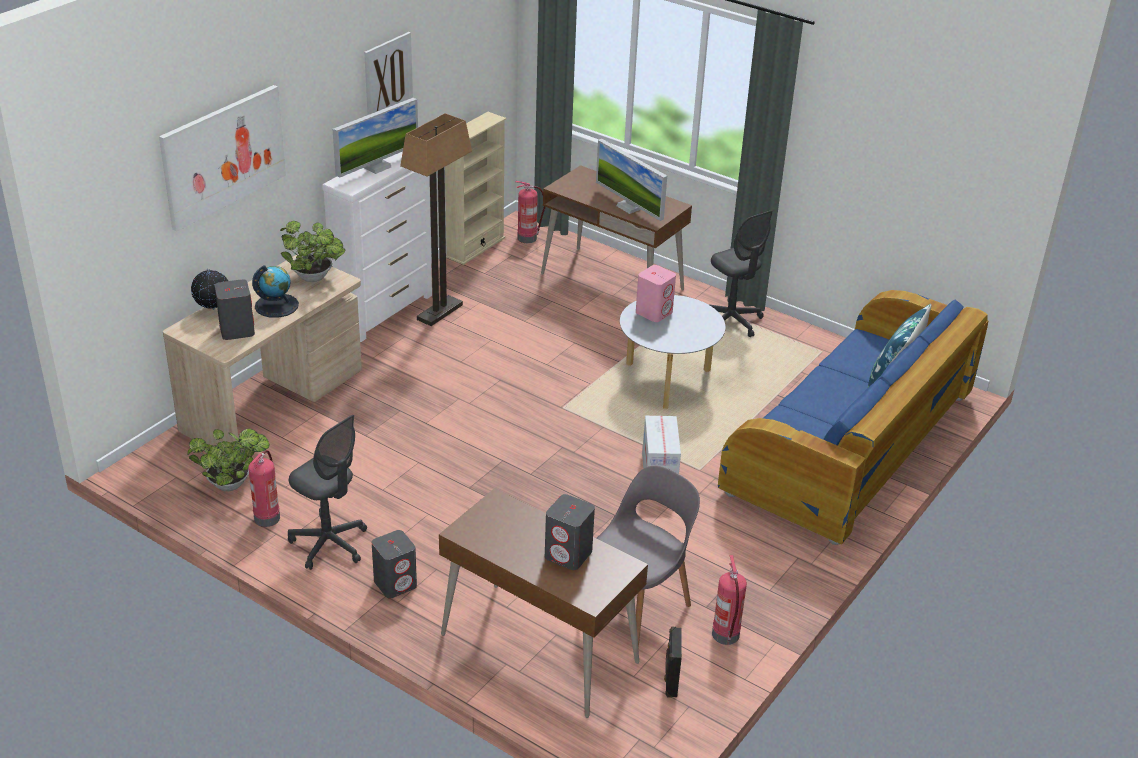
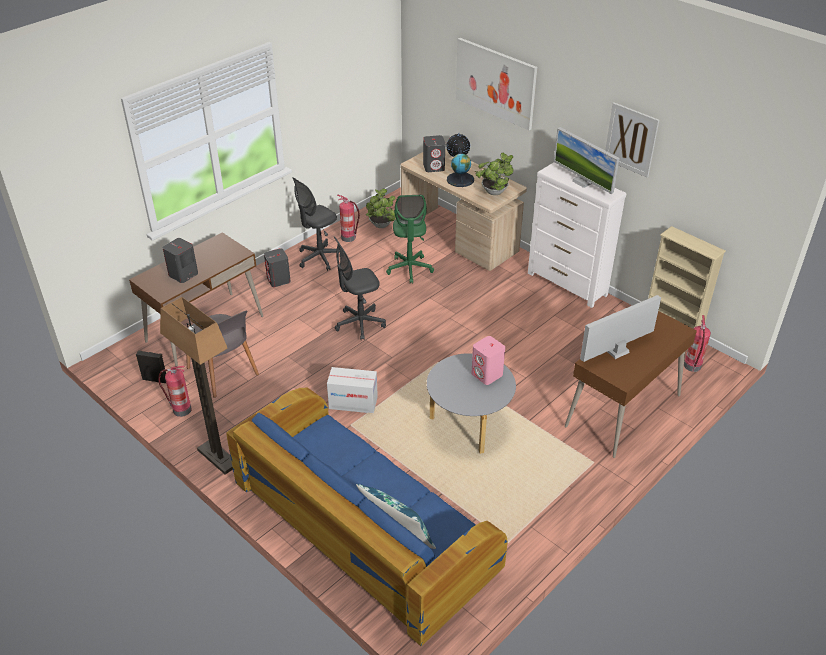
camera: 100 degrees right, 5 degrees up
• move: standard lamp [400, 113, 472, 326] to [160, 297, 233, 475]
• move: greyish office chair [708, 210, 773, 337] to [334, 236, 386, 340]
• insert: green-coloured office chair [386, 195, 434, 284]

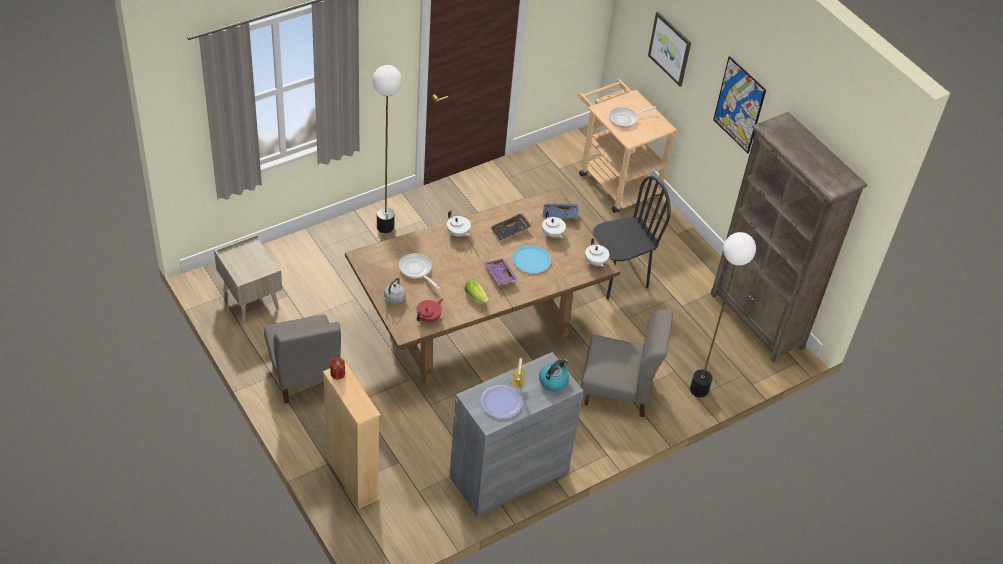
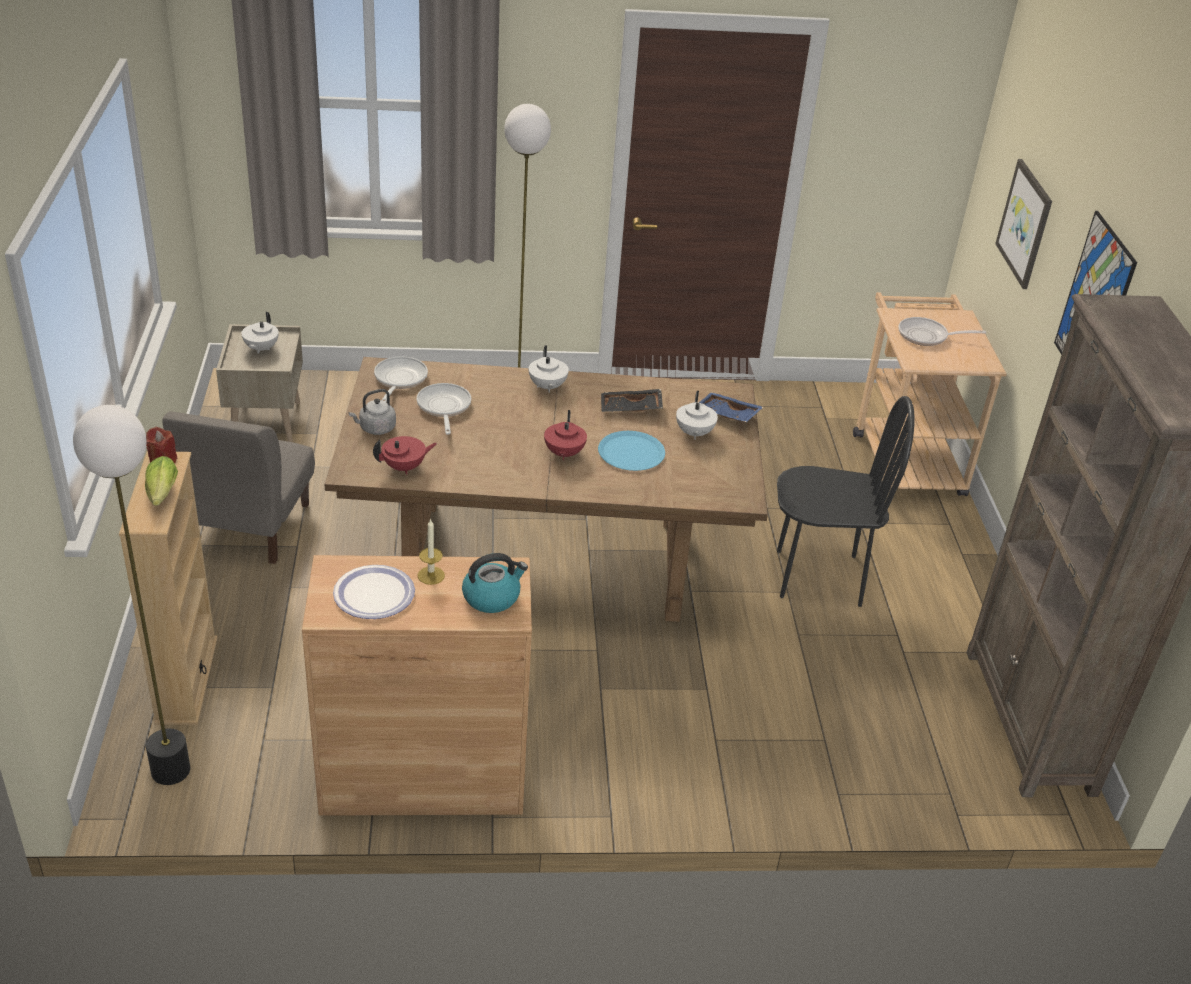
camera: 30 degrees right, 10 degrees down
• move: standard lamp [690, 232, 756, 397] to [73, 405, 190, 785]
• move: lettuce [464, 279, 489, 305] to [145, 456, 178, 506]
• move: white pot for tea [585, 238, 609, 267] to [241, 312, 279, 354]
• recolor: greyish cupboard [450, 352, 584, 517] to brownish cupboard [302, 555, 532, 816]
• insert: skillet [374, 356, 428, 402]
• replace: purplish tray [484, 258, 518, 285] to red-coloured pot for tea [544, 410, 587, 460]
• delete: greyish plain chair [580, 310, 674, 417]

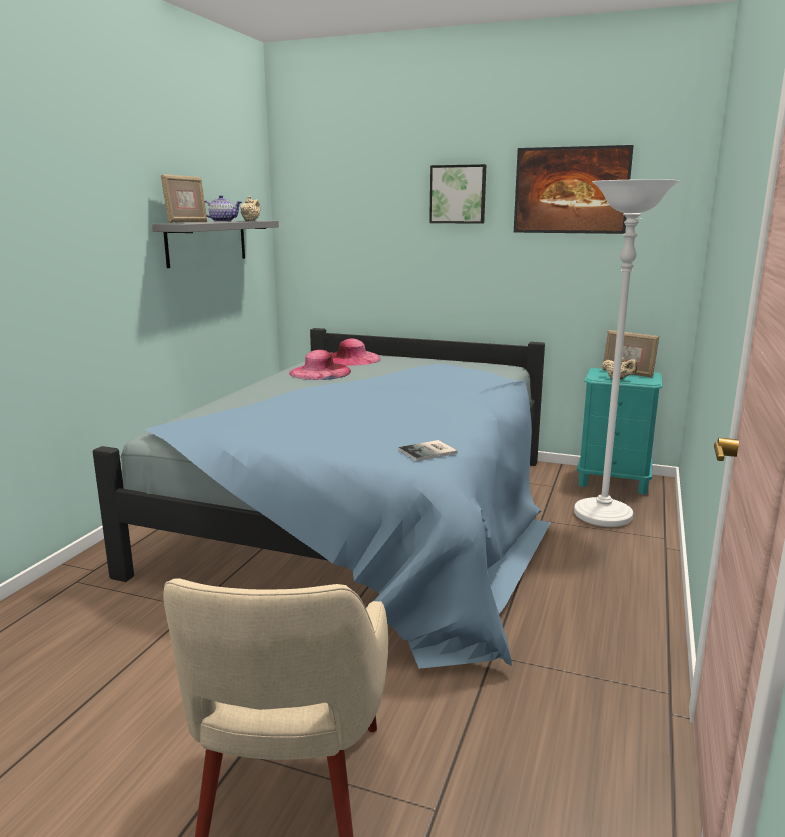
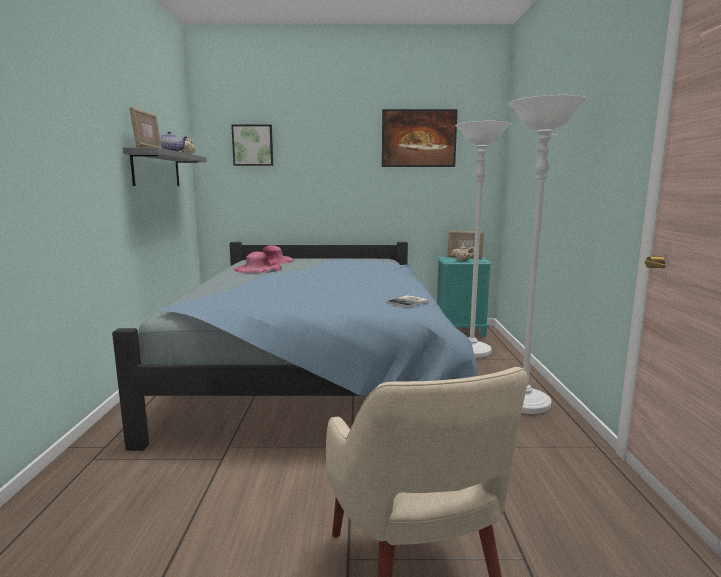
camera: 20 degrees left, 5 degrees down
• move: wall picture [429, 164, 486, 224] to [231, 125, 273, 166]
• insert: white standard lamp [508, 95, 588, 414]

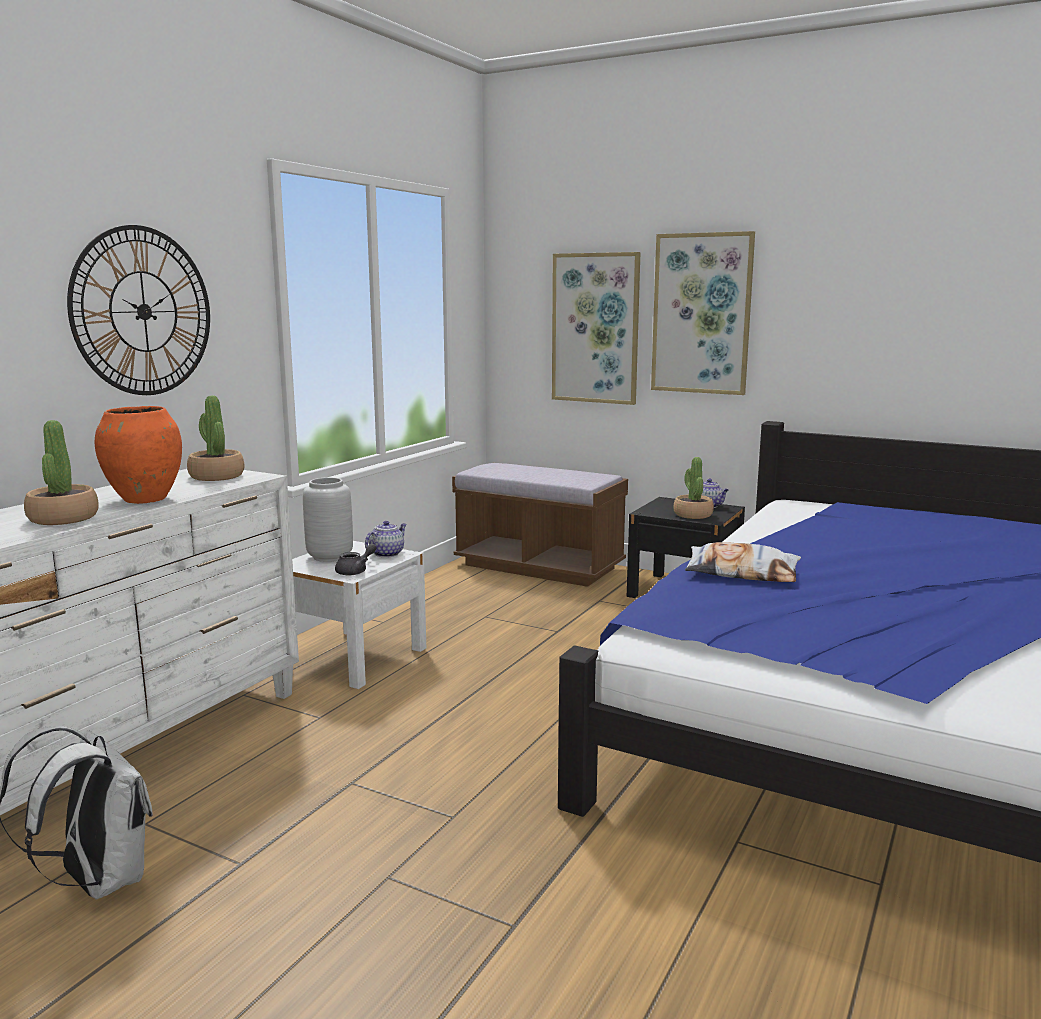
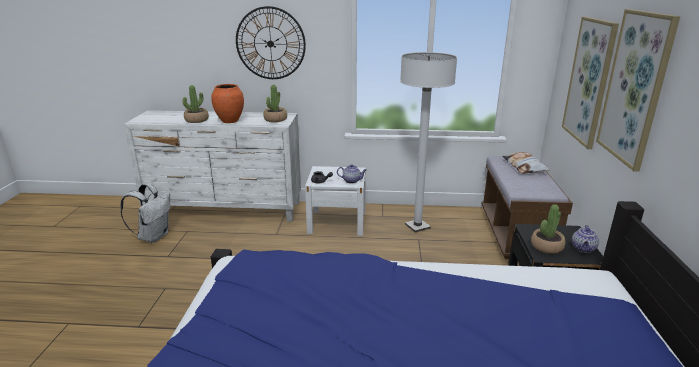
camera: 65 degrees right, 10 degrees up
• insert: white standard lamp [400, 52, 457, 232]
• move: pillow [685, 542, 801, 582] to [502, 152, 549, 174]
• delete: greyish flower vase [303, 477, 353, 562]

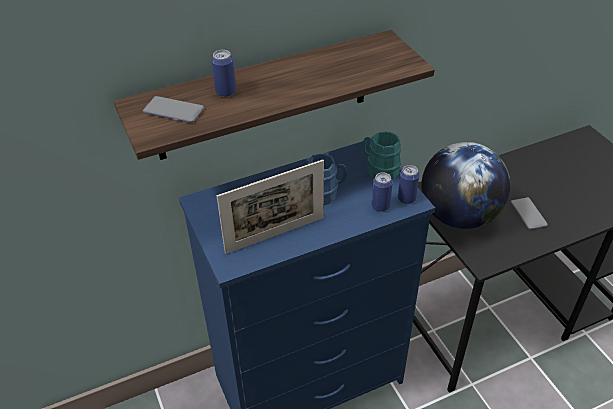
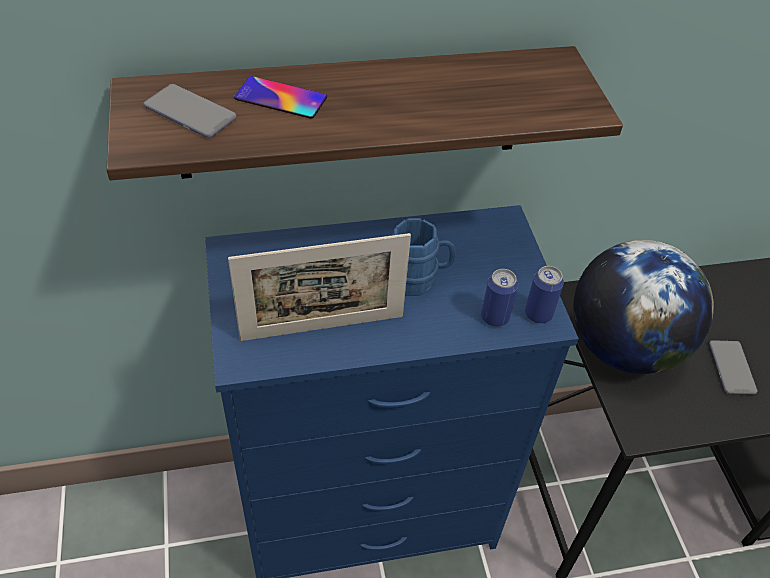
camera: 10 degrees right, 5 degrees up
• replace: sealed can [211, 50, 236, 97] to phone [234, 76, 327, 118]
• delete: blue-green tea mug [362, 131, 401, 179]

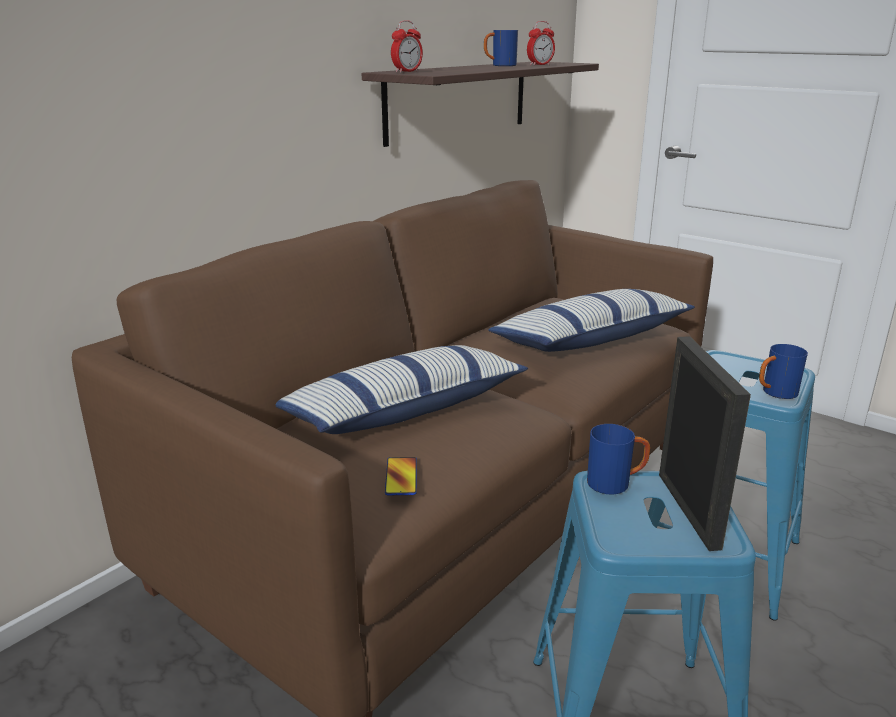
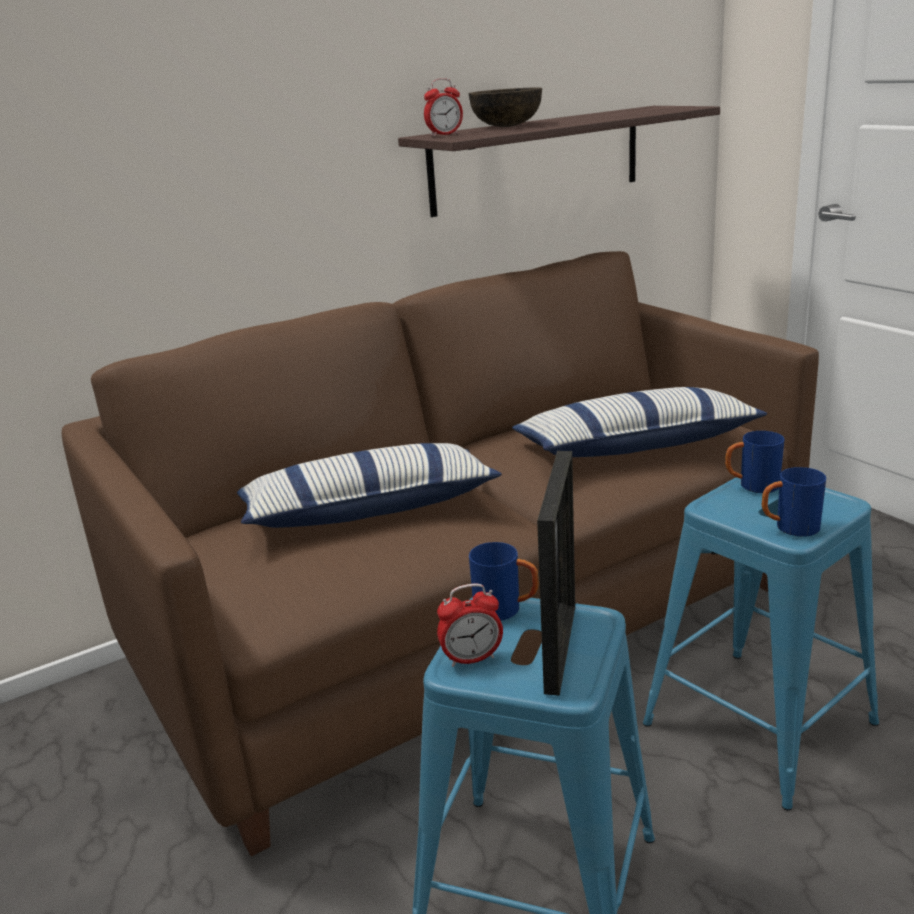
camera: 20 degrees right, 0 degrees up
• move: bedside clock [527, 21, 555, 65] to [437, 584, 503, 667]
• insert: brownish deep dish [469, 88, 542, 127]
• move: bluish tea mug [484, 30, 518, 66] to [725, 431, 784, 493]
• delete: phone [385, 457, 417, 495]

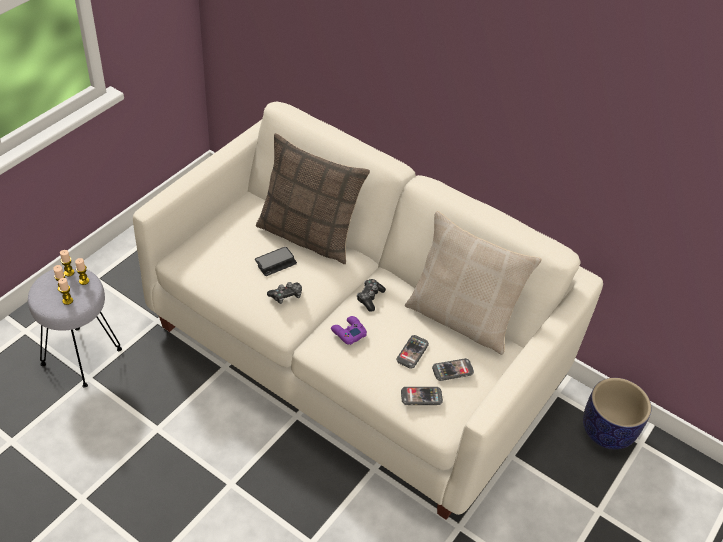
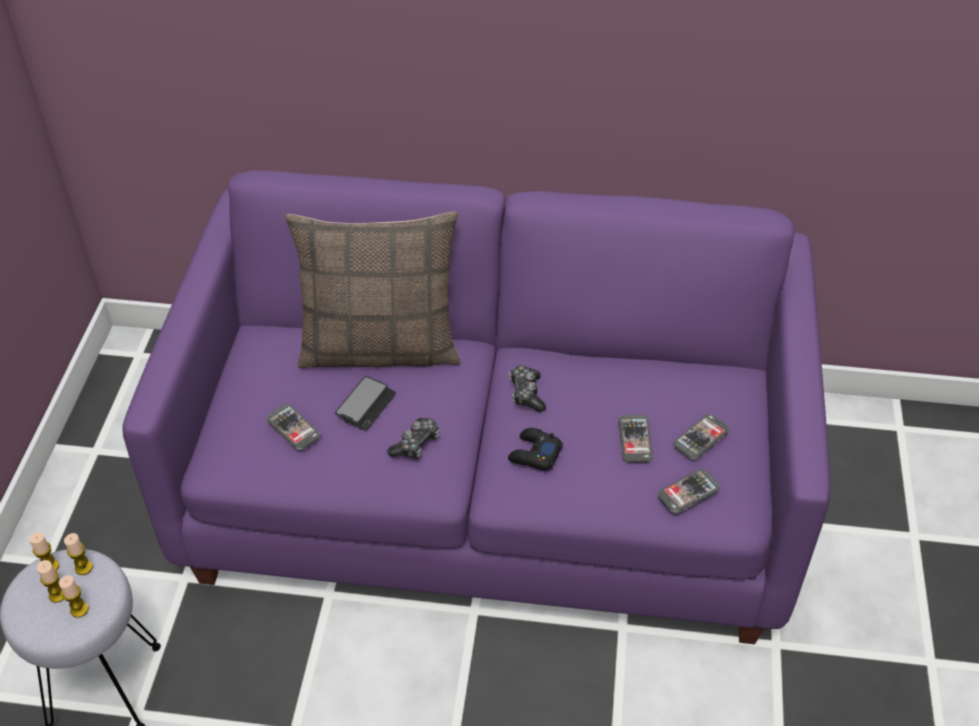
camera: 25 degrees left, 0 degrees up
• recolor: white couch [133, 102, 603, 520] to purplish couch [122, 171, 830, 644]
• insert: phone [266, 404, 320, 450]
• recolor: purplish joypad [331, 316, 367, 345] to black-coloured joypad [508, 428, 563, 471]
• delete: beige pillow [405, 211, 542, 355]
• delete: flower pot [583, 378, 651, 449]

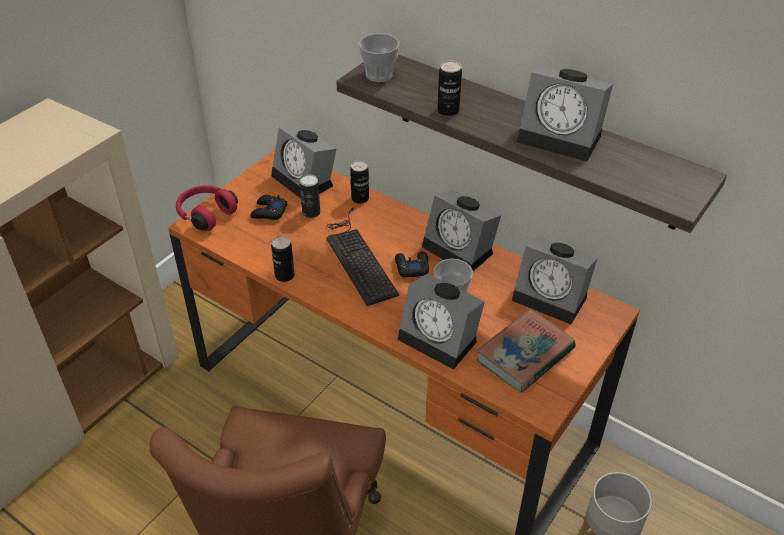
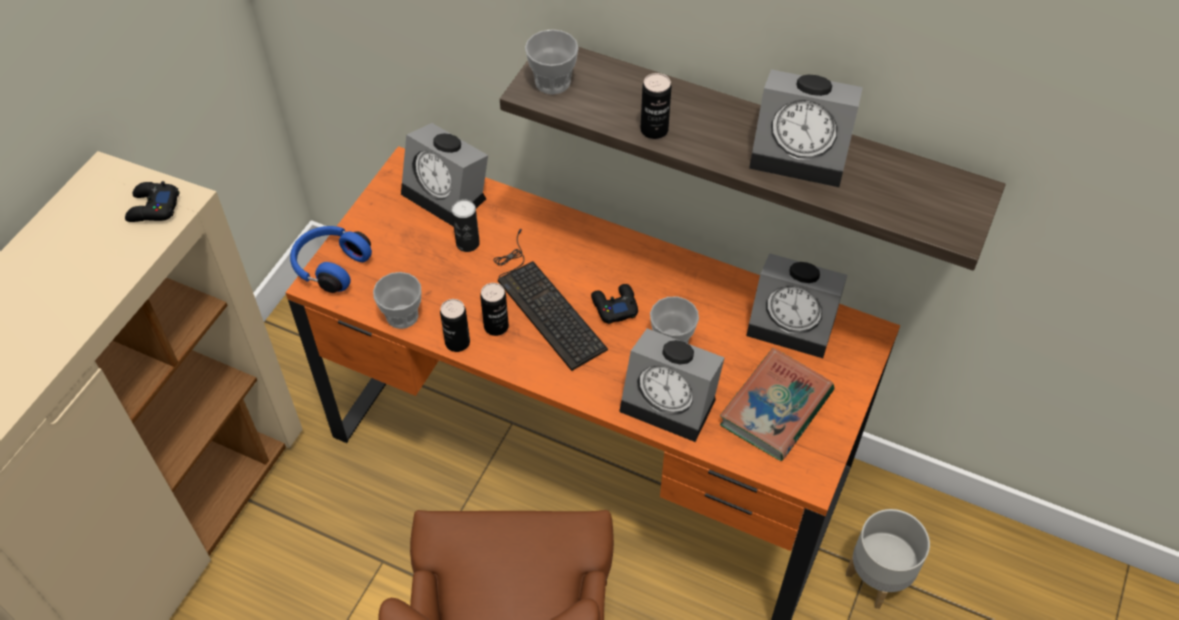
camera: 10 degrees left, 10 degrees up
• move: black-coloured joypad [250, 195, 288, 220] to [125, 181, 180, 222]
• recolor: red-coloured pair of headphones [176, 185, 238, 231] to bluish pair of headphones [290, 226, 372, 293]
• insert: small cup [373, 272, 421, 329]
• move: sealed can [350, 161, 369, 204] to [480, 283, 509, 336]
• delete: bedside clock [422, 189, 501, 271]

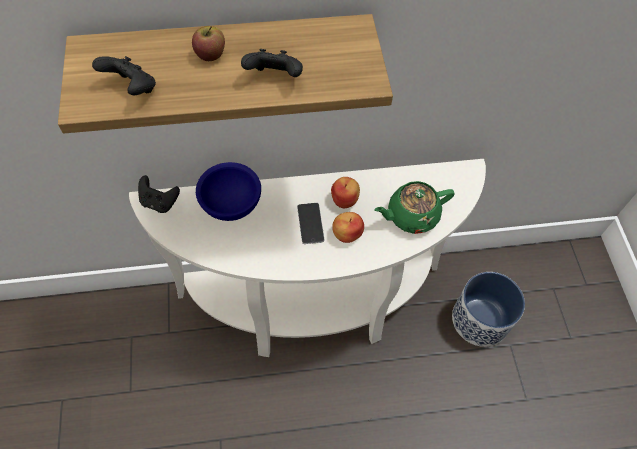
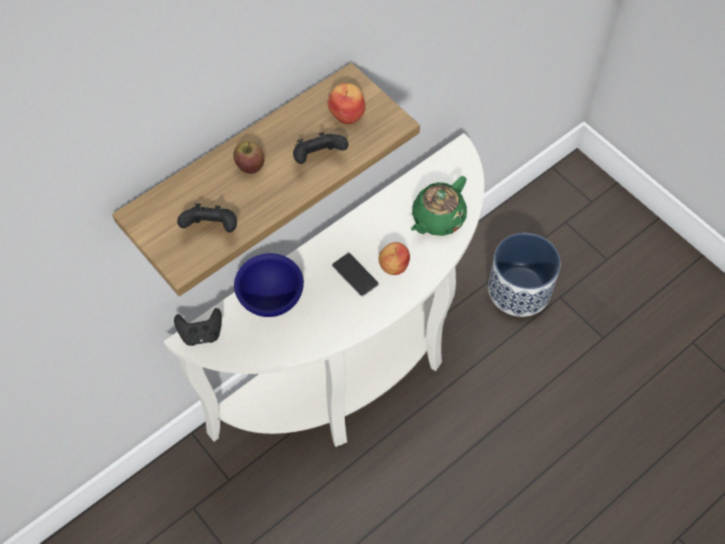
camera: 30 degrees left, 0 degrees up
• move: apple fruit [331, 177, 360, 208] to [328, 83, 366, 124]

